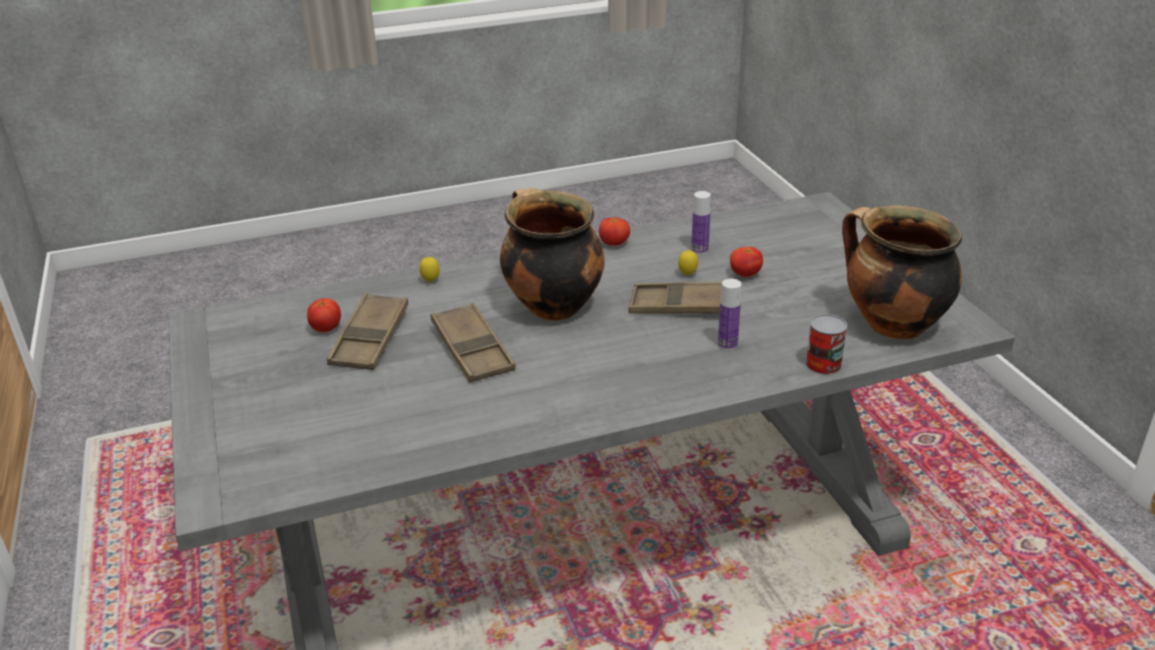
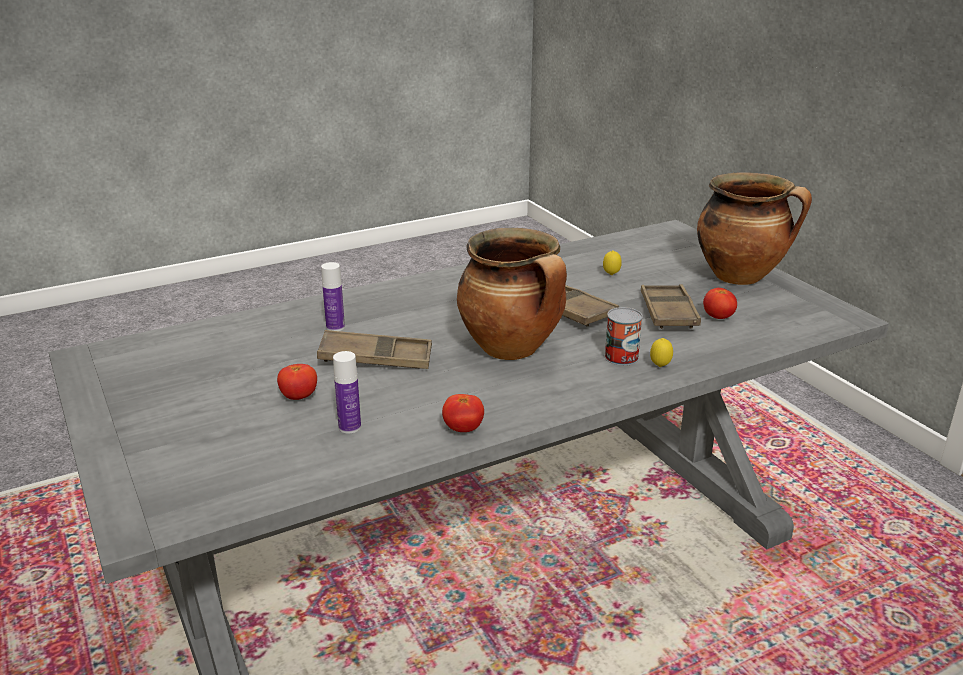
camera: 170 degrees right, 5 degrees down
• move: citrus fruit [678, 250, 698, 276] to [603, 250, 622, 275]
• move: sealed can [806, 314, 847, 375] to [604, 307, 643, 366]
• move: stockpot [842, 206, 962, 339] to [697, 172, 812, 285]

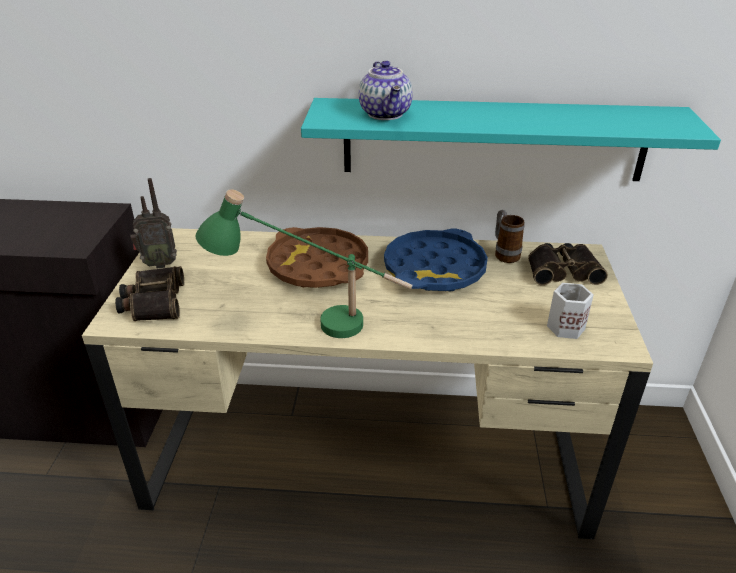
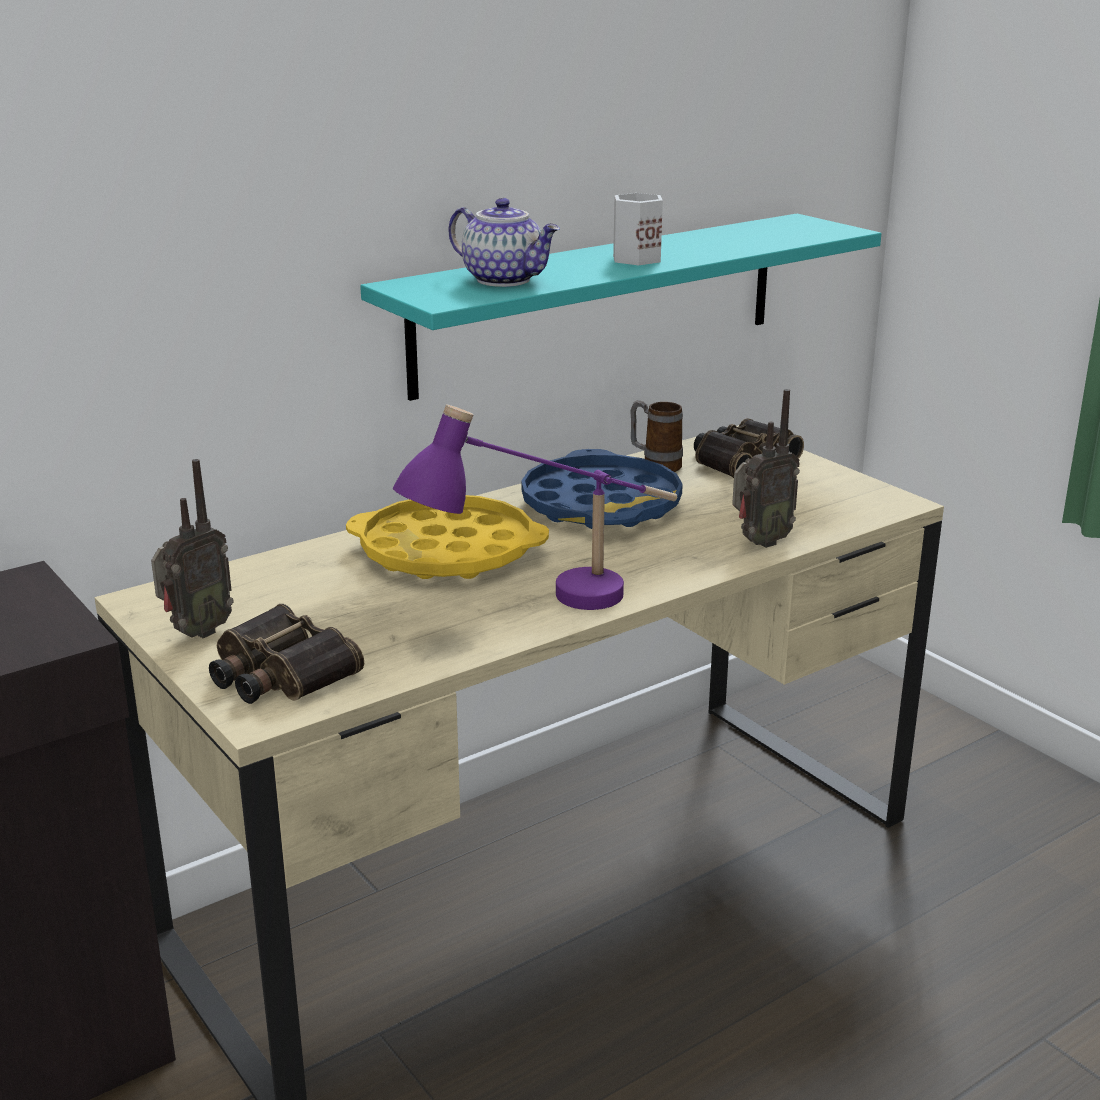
camera: 40 degrees left, 10 degrees down
• recolor: brownish tray [266, 227, 368, 288] to yellowish tray [346, 495, 549, 579]
• recolor: green-coloured lamp for a table [196, 189, 412, 338] to purplish lamp for a table [393, 404, 677, 610]
• move: white tea mug [547, 283, 594, 339] to [613, 193, 663, 265]
• insert: radio set [732, 389, 800, 548]

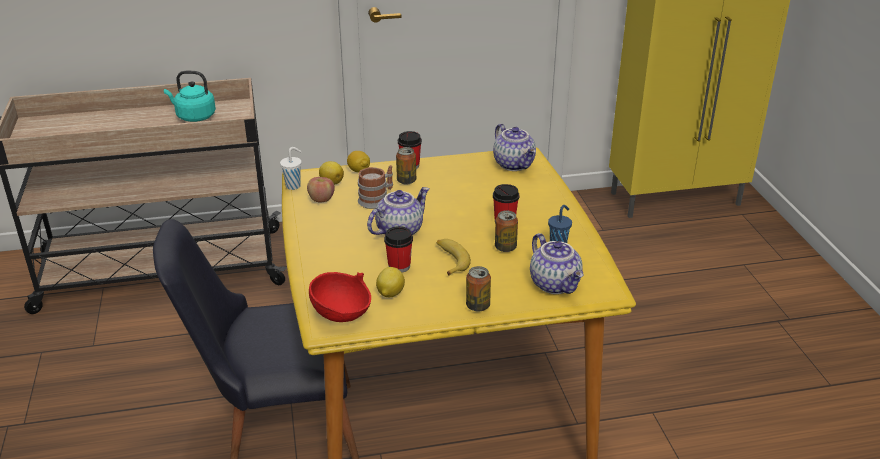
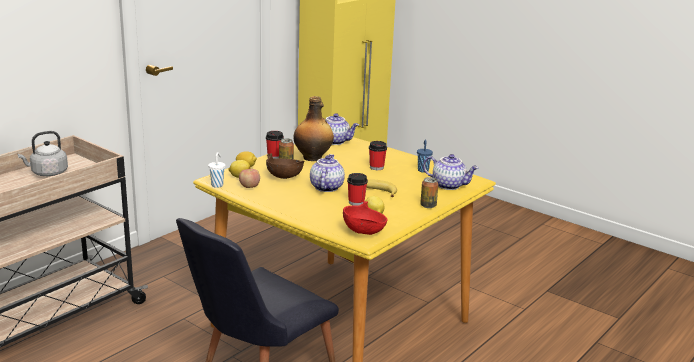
camera: 40 degrees left, 10 degrees down
• recolor: blue-green tea kettle [164, 71, 216, 122] to greyish tea kettle [18, 131, 68, 176]
• replace: tea mug [358, 165, 393, 209] to brownish deep dish [266, 153, 305, 179]
• insert: bottle [293, 96, 334, 161]
• delete: sealed can [495, 210, 518, 252]

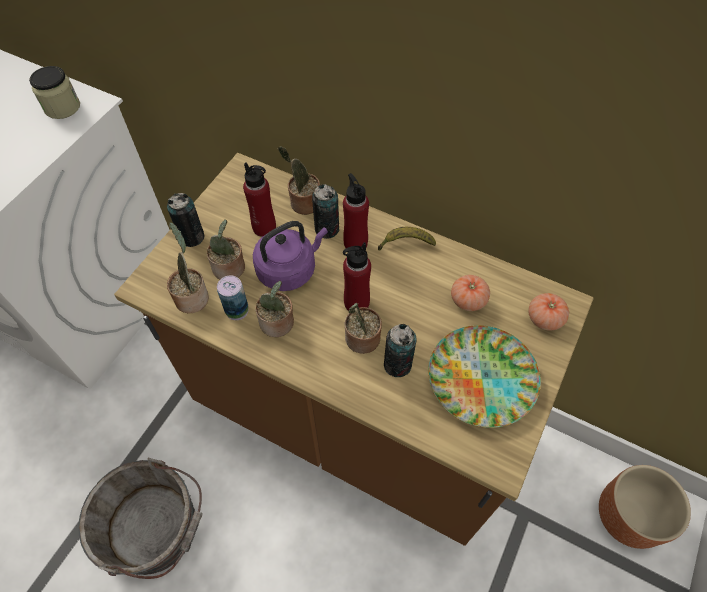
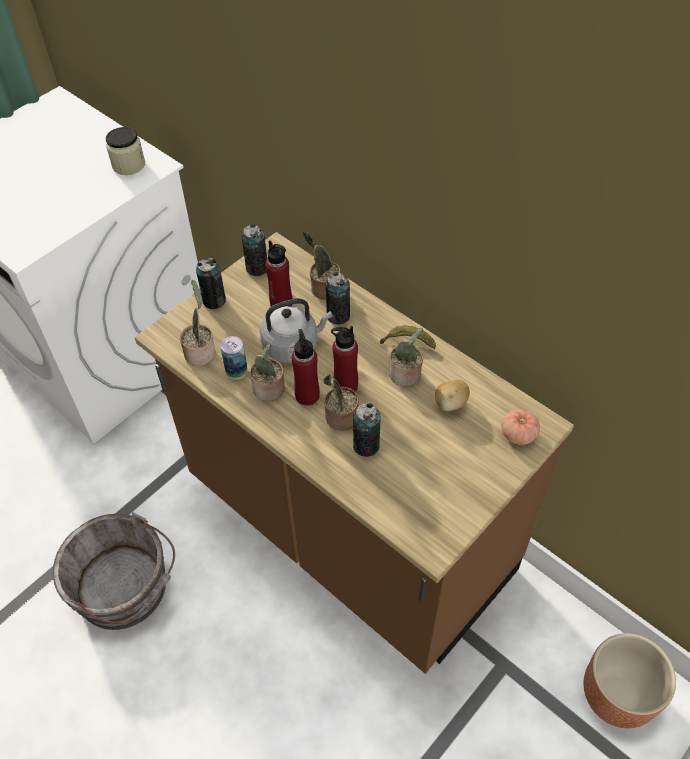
camera: 15 degrees right, 5 degrees down
• insert: sealed can [242, 224, 267, 276]
• recolor: purplish tea kettle [253, 221, 328, 291] to greyish tea kettle [260, 298, 333, 363]
• move: red-coloured bottle [343, 173, 369, 248] to [291, 329, 320, 406]
• move: houseplant [207, 219, 245, 279] to [389, 328, 423, 387]
• replace: whole tomato [451, 275, 490, 311] to potato [435, 379, 470, 411]
• delete: plate [428, 325, 541, 428]

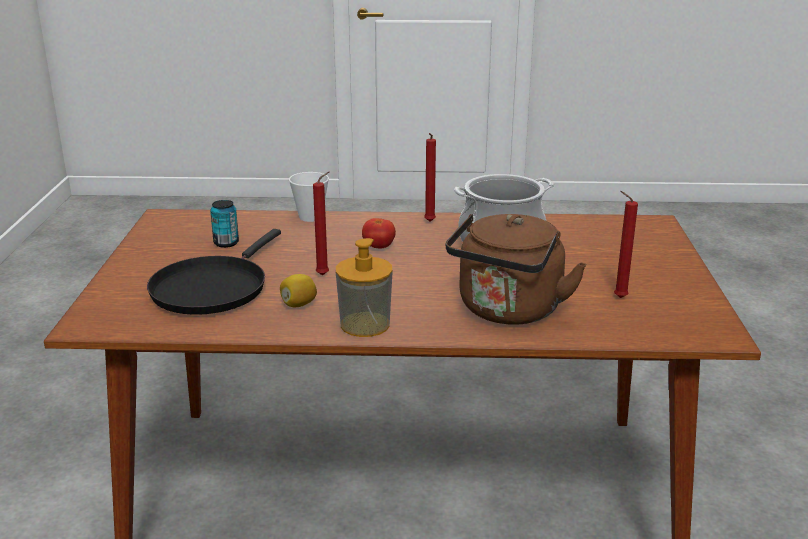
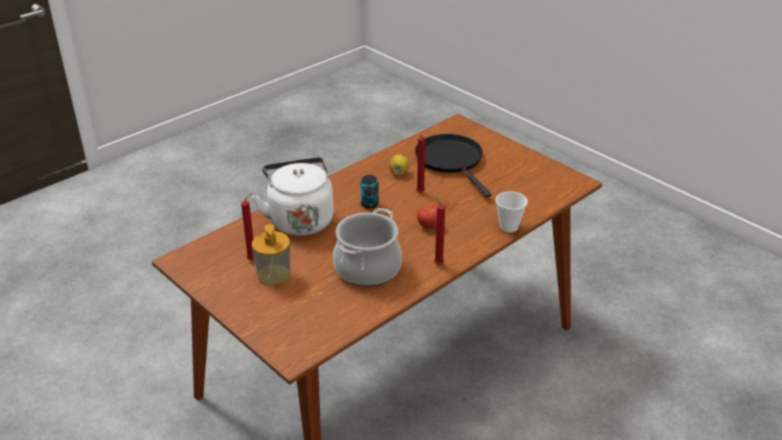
camera: 135 degrees right, 10 degrees up
• recolor: brownish tea kettle [446, 213, 587, 325] to white tea kettle [252, 157, 334, 236]
• move: liquid soap bottle [336, 238, 393, 337] to [252, 224, 290, 286]
• move: sealed can [210, 200, 239, 248] to [360, 175, 379, 209]

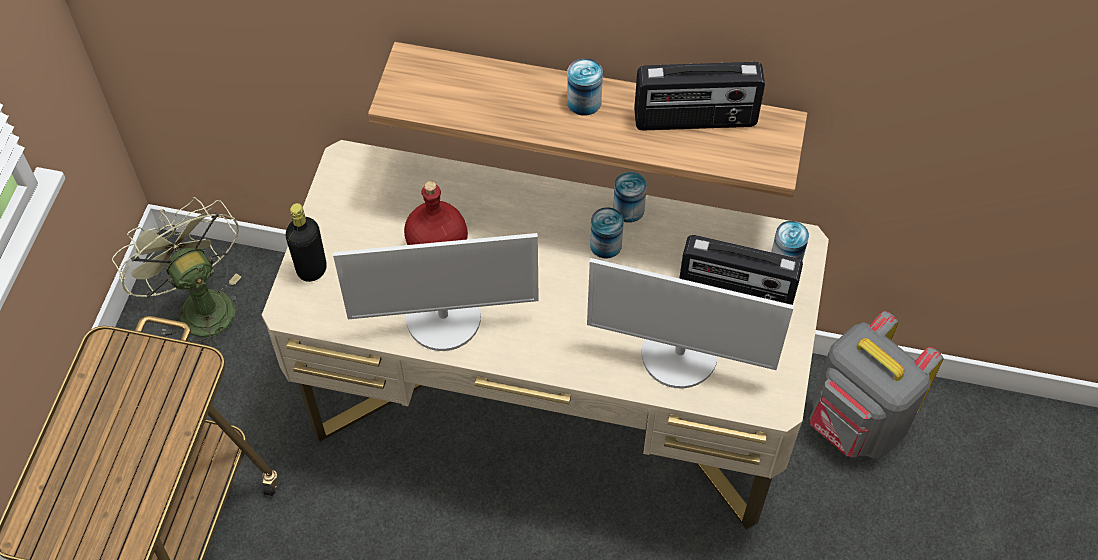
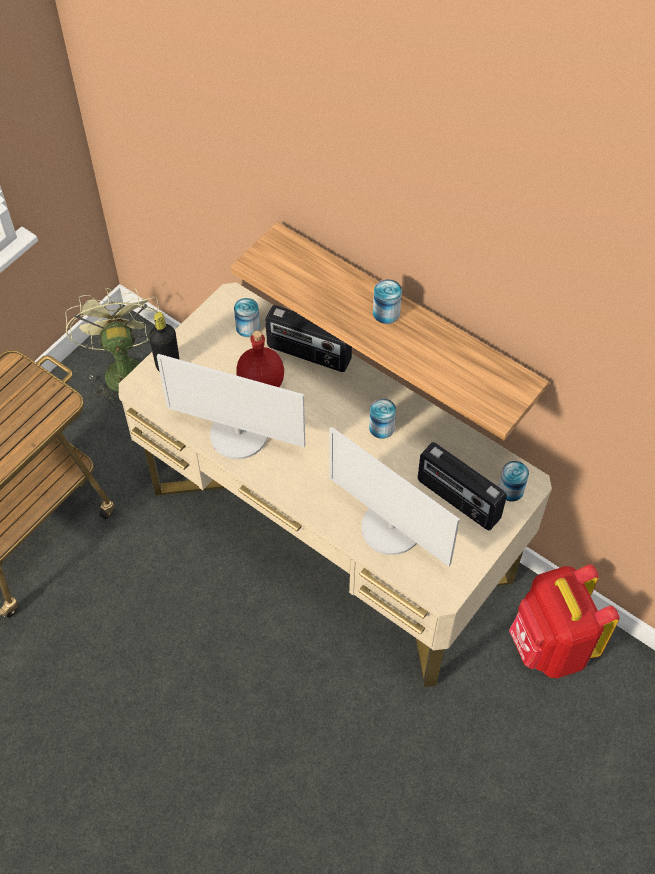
camera: 25 degrees right, 0 degrees up
• move: sealed can [613, 172, 647, 223] to [234, 298, 260, 337]
• move: radio set [634, 62, 765, 130] to [265, 305, 352, 372]
• recolor: greyish rucksack [810, 311, 943, 459] to red-coloured rucksack [509, 564, 620, 678]

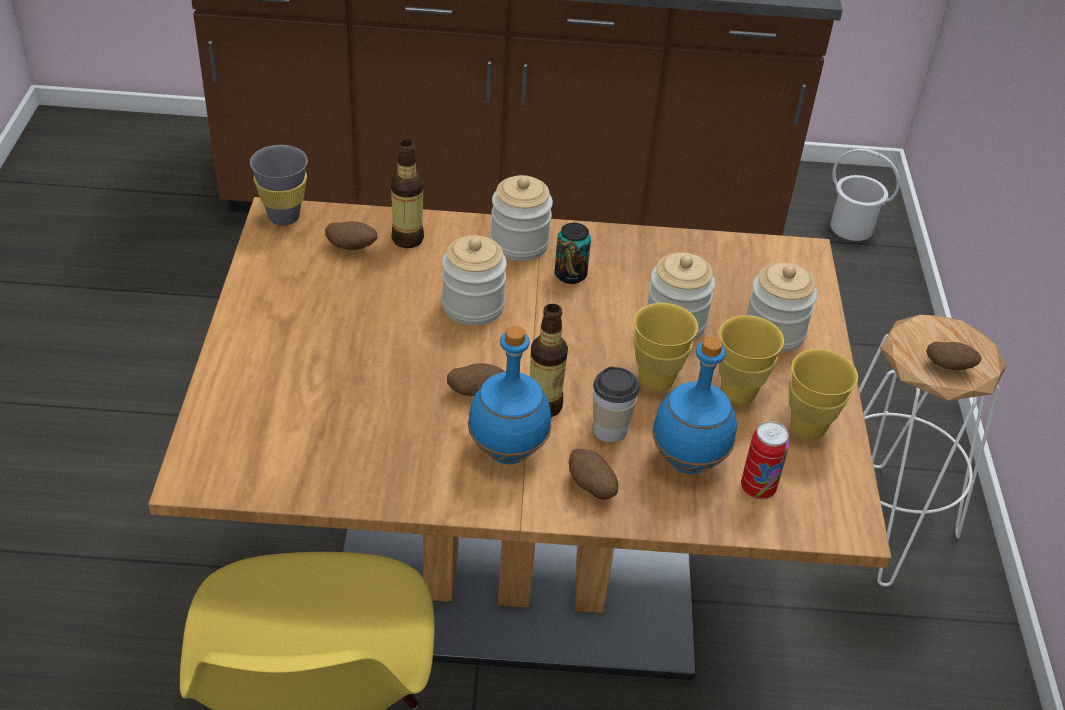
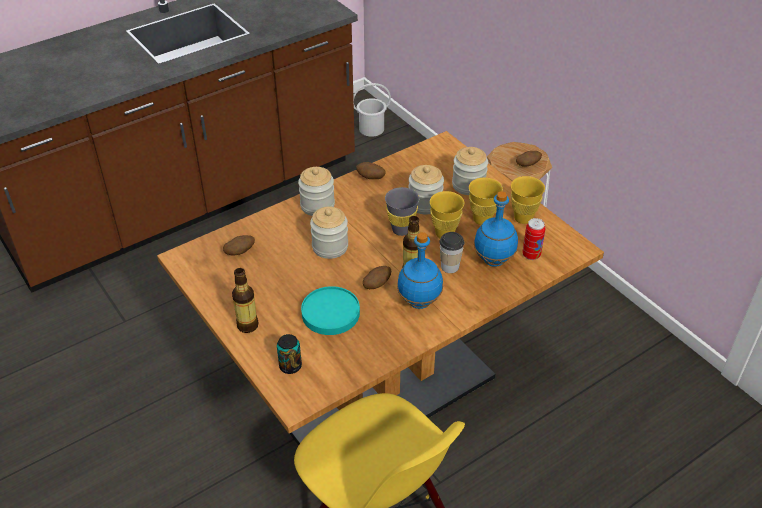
camera: 35 degrees left, 0 degrees up
• move: bottle [391, 140, 424, 248] to [232, 268, 258, 333]
• move: sealed can [555, 223, 591, 284] to [277, 334, 302, 374]
• insert: blue-green plate [301, 286, 360, 335]
• move: potato [569, 449, 618, 500] to [356, 162, 386, 179]
• move: greyish small cup [250, 145, 308, 226] to [385, 187, 419, 236]

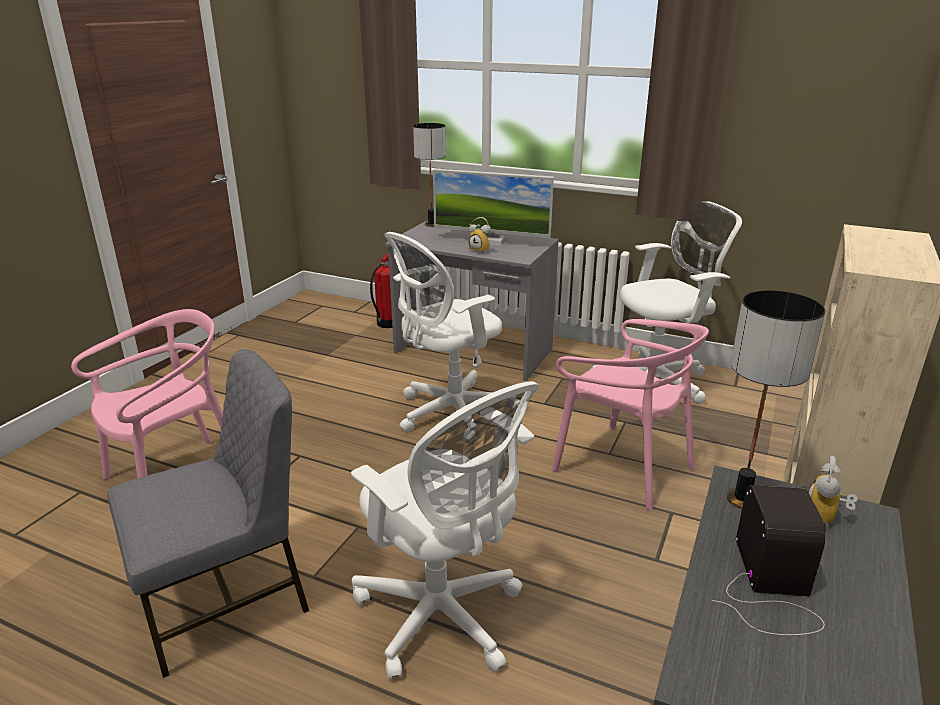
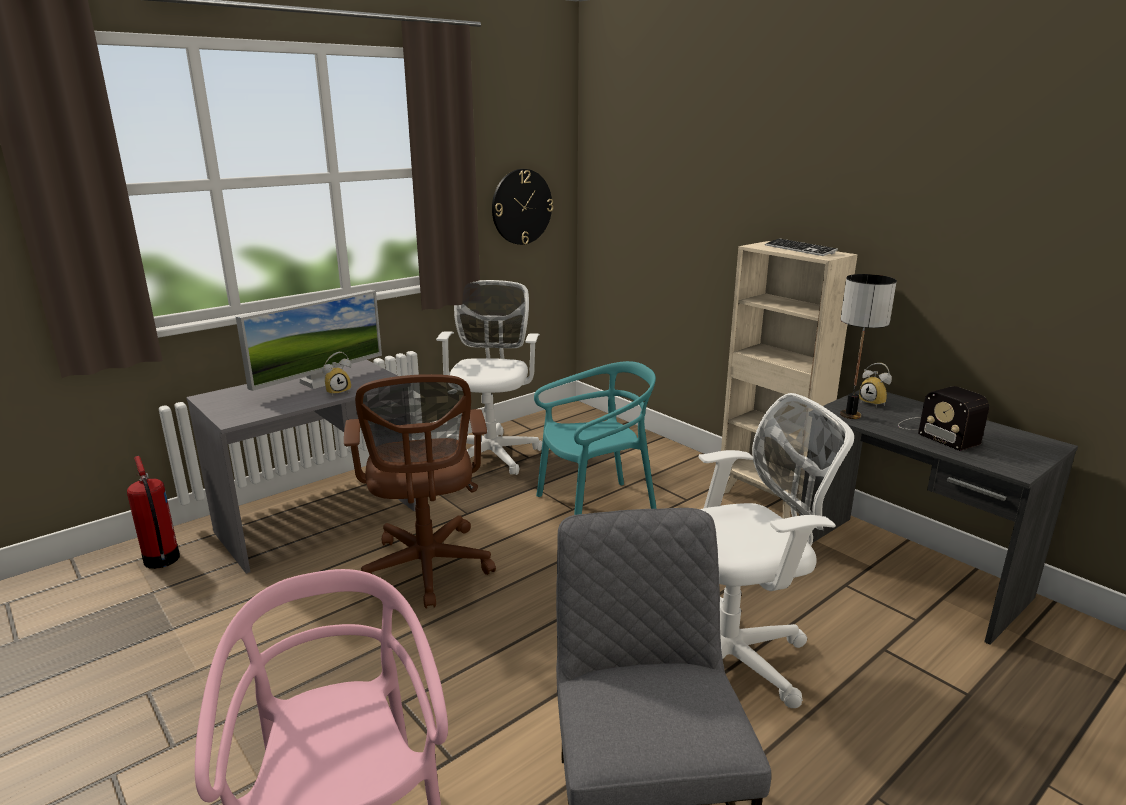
camera: 65 degrees left, 5 degrees down
• recolor: white office chair [384, 232, 520, 433] to brownish office chair [344, 374, 496, 608]
• insert: wall clock [492, 169, 553, 245]
• recolor: pink-coloured plain chair [552, 319, 709, 510] to blue-green plain chair [534, 361, 657, 515]
• insert: keyboard [765, 238, 838, 256]
• rotate: radio set [711, 485, 825, 636] = [898, 386, 989, 451] 150 degrees counterclockwise
• delete: lamp for a table [413, 123, 446, 227]

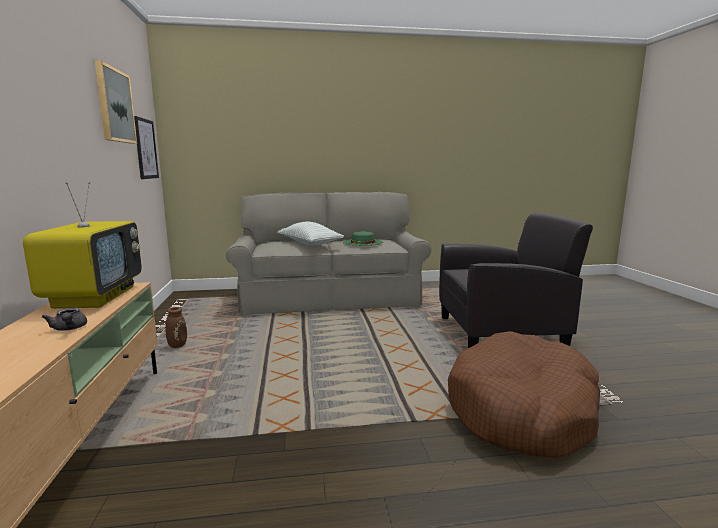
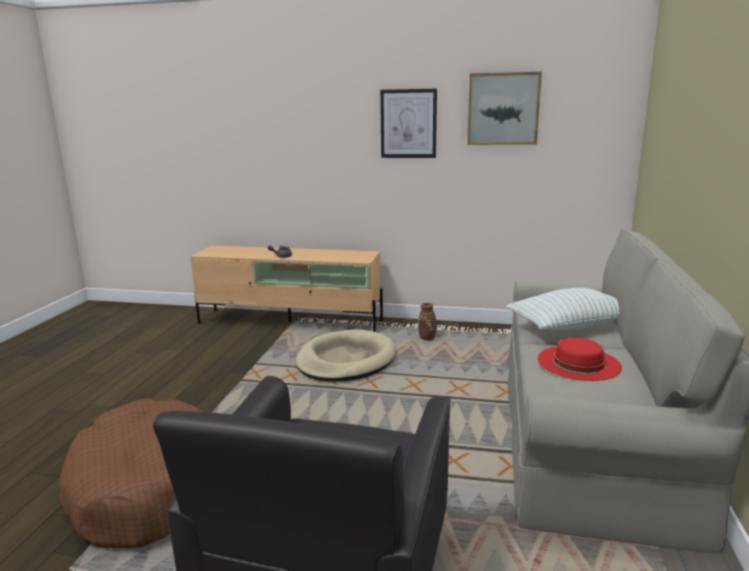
camera: 110 degrees right, 5 degrees up
• insert: beige dog cushion [295, 329, 396, 382]
• move: wall picture [134, 116, 159, 179] to [380, 89, 437, 158]
• recolor: green-coloured hat [343, 231, 383, 246] to red-coloured hat [538, 338, 622, 381]
• delete: television [23, 182, 142, 309]

